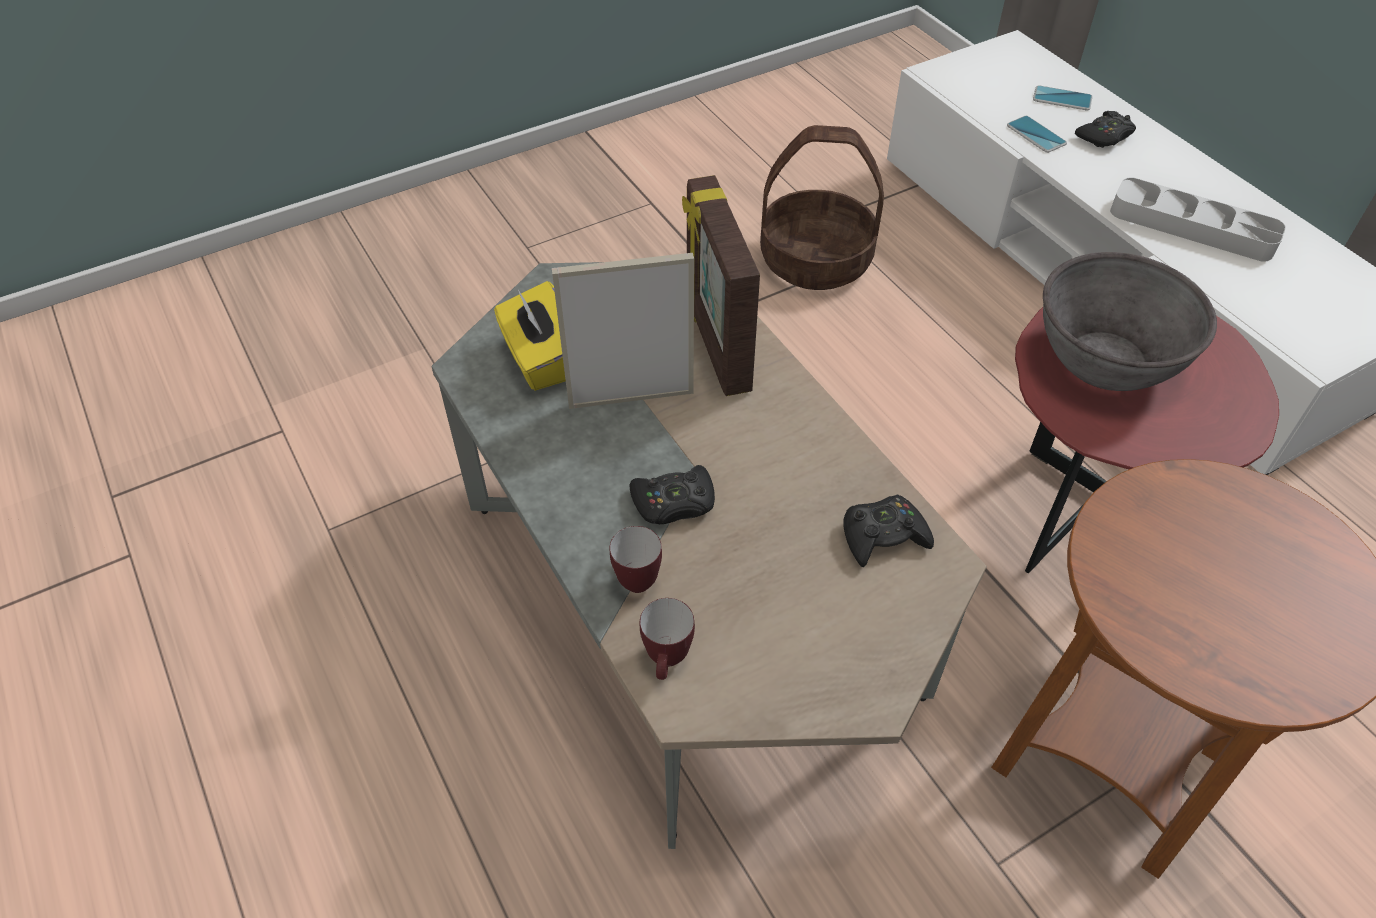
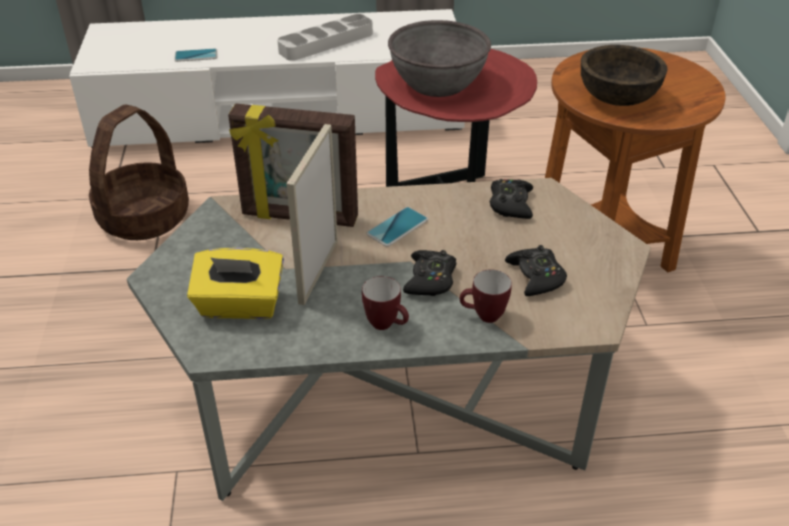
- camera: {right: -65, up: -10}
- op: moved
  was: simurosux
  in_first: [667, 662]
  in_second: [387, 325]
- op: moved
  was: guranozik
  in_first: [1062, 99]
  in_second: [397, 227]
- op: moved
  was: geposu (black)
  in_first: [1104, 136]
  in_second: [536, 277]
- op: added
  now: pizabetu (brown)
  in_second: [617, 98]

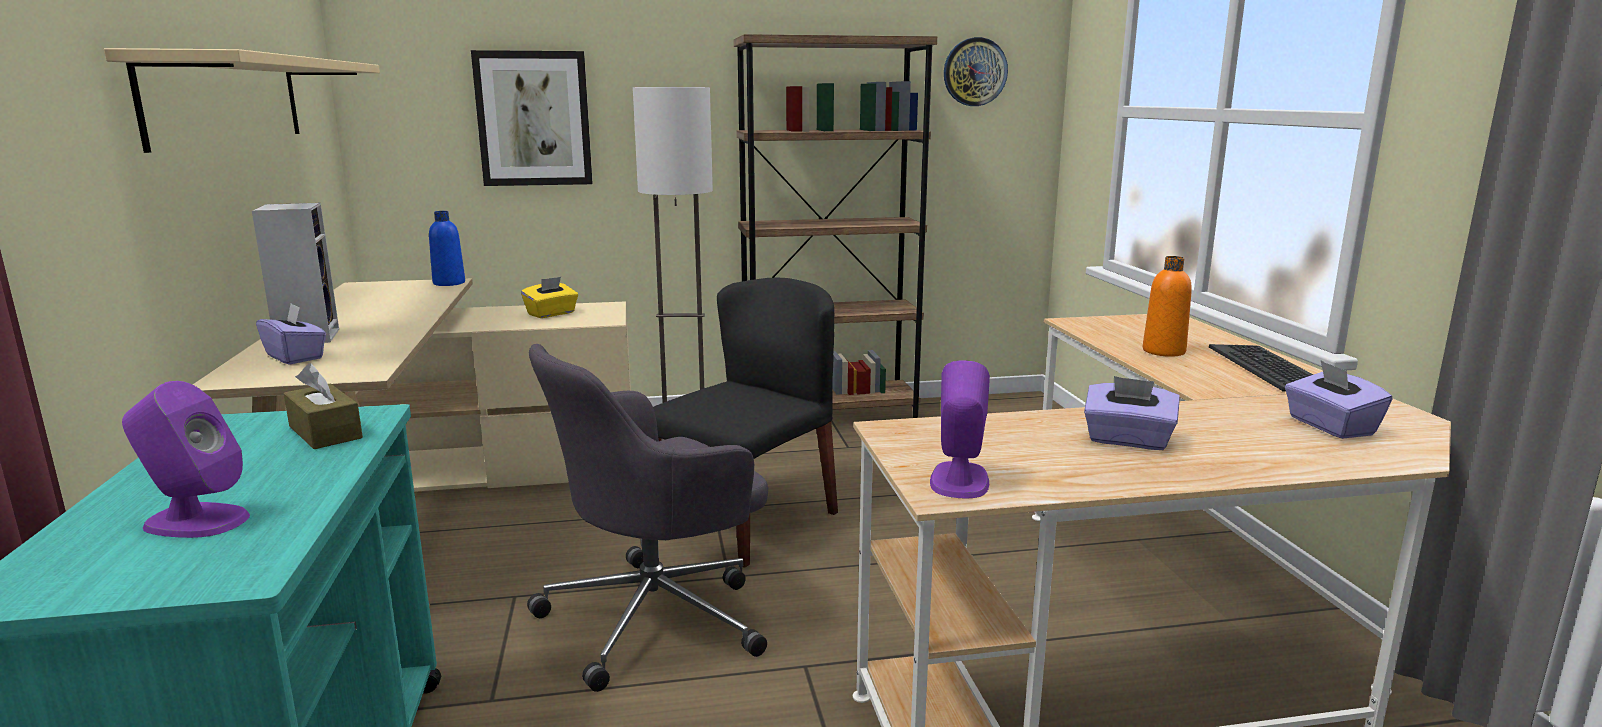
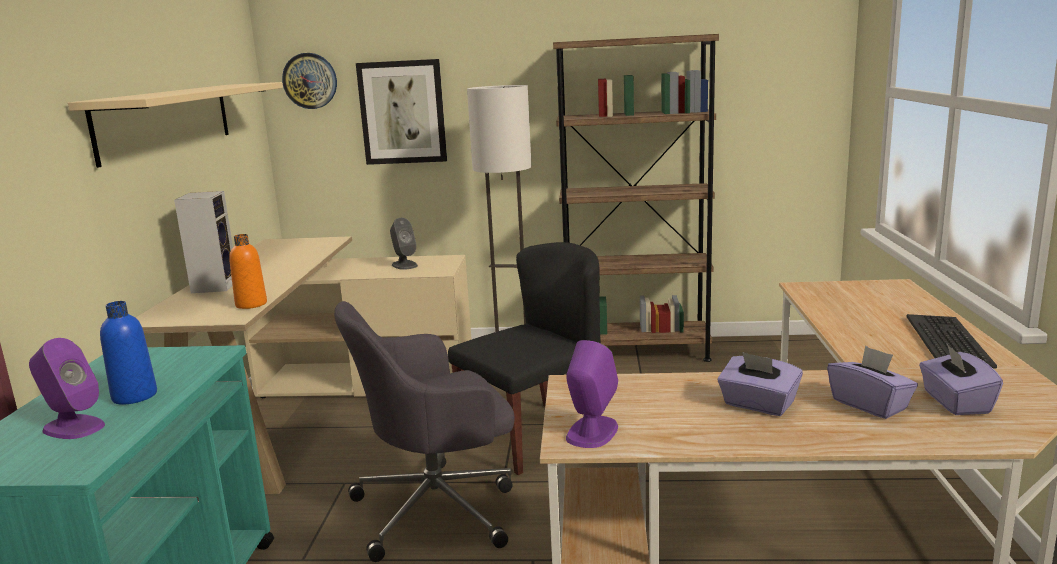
- camera: {right: 15, up: 0}
- op: moved
  was: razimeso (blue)
  in_first: [449, 283]
  in_second: [134, 396]
- op: moved
  was: razimeso (orange)
  in_first: [1163, 351]
  in_second: [251, 304]
- op: moved
  was: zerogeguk
  in_first: [974, 72]
  in_second: [310, 81]
- op: replaced
  was: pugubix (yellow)
  now: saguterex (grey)
  in_first: [551, 314]
  in_second: [404, 265]
- op: moved
  was: pugubix (purple)
  in_first: [296, 357]
  in_second: [869, 405]
- op: removed
  was: pugubix (brown)
  in_first: [325, 432]

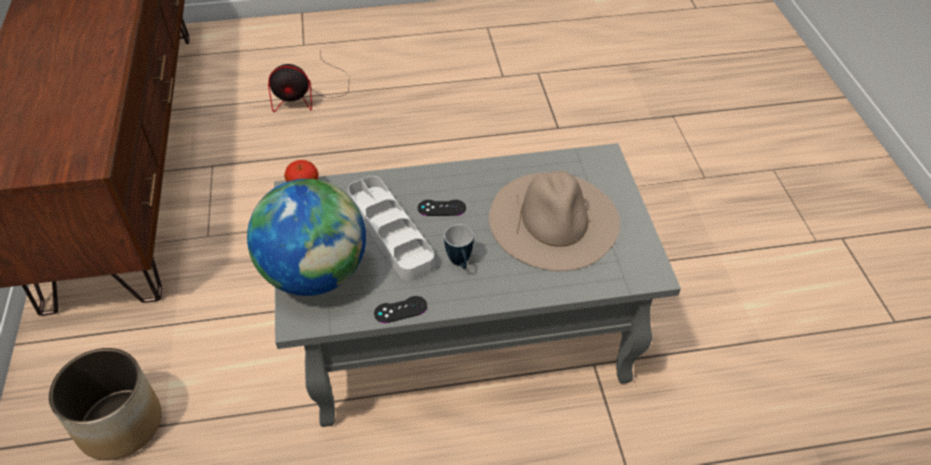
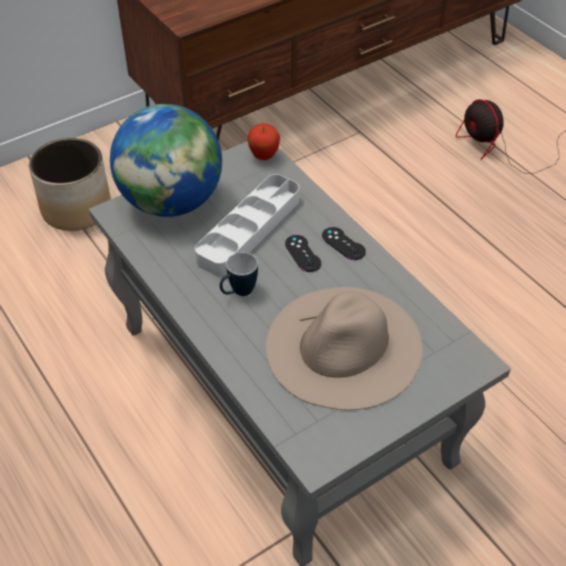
- camera: {right: 65, up: 0}
- op: moved
  was: geposu (black)
  in_first: [400, 310]
  in_second: [343, 244]

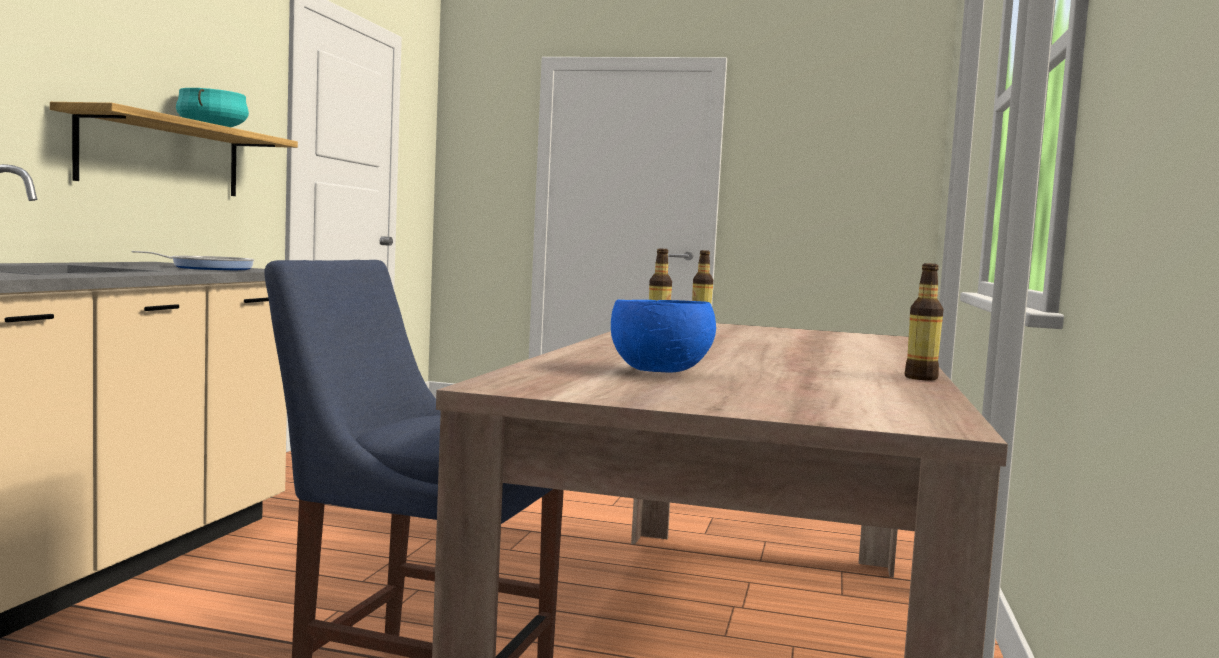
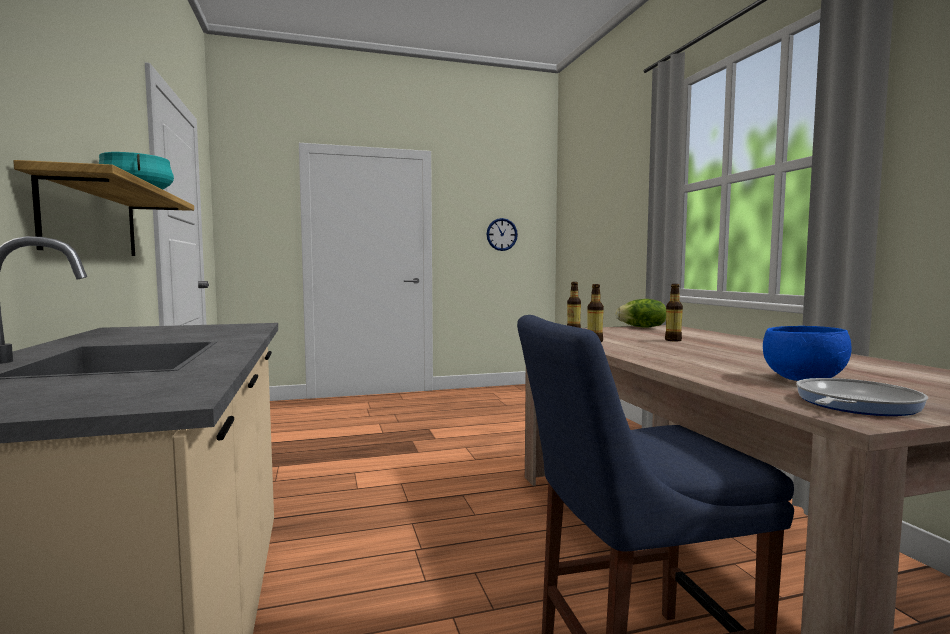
- camera: {right: -30, up: 0}
- op: added
  now: zerogeguk
  in_second: [501, 234]
- op: added
  now: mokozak
  in_second: [642, 327]
- op: moved
  was: razimeso
  in_first: [920, 378]
  in_second: [673, 340]
- op: moved
  was: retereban
  in_first: [207, 268]
  in_second: [853, 404]

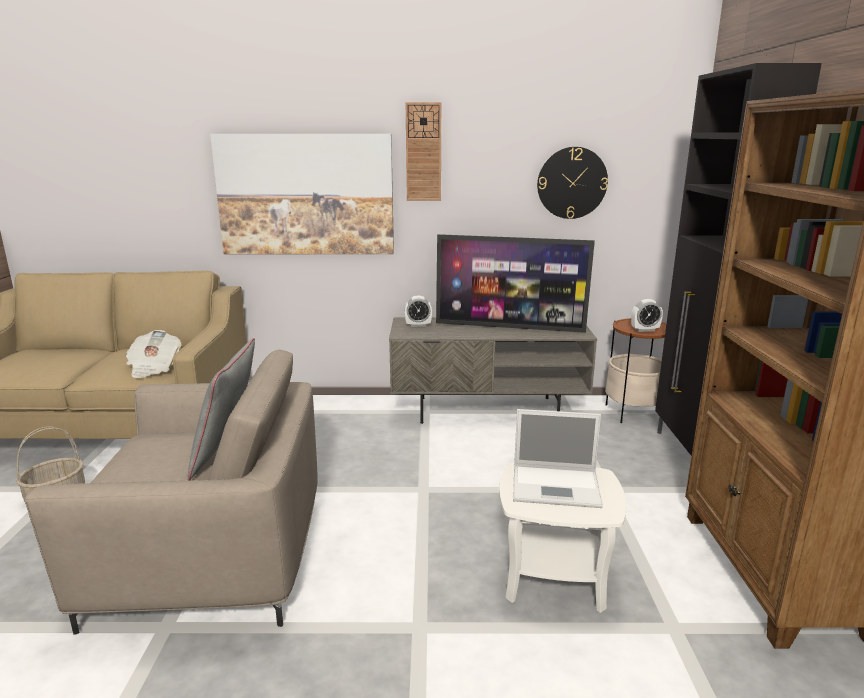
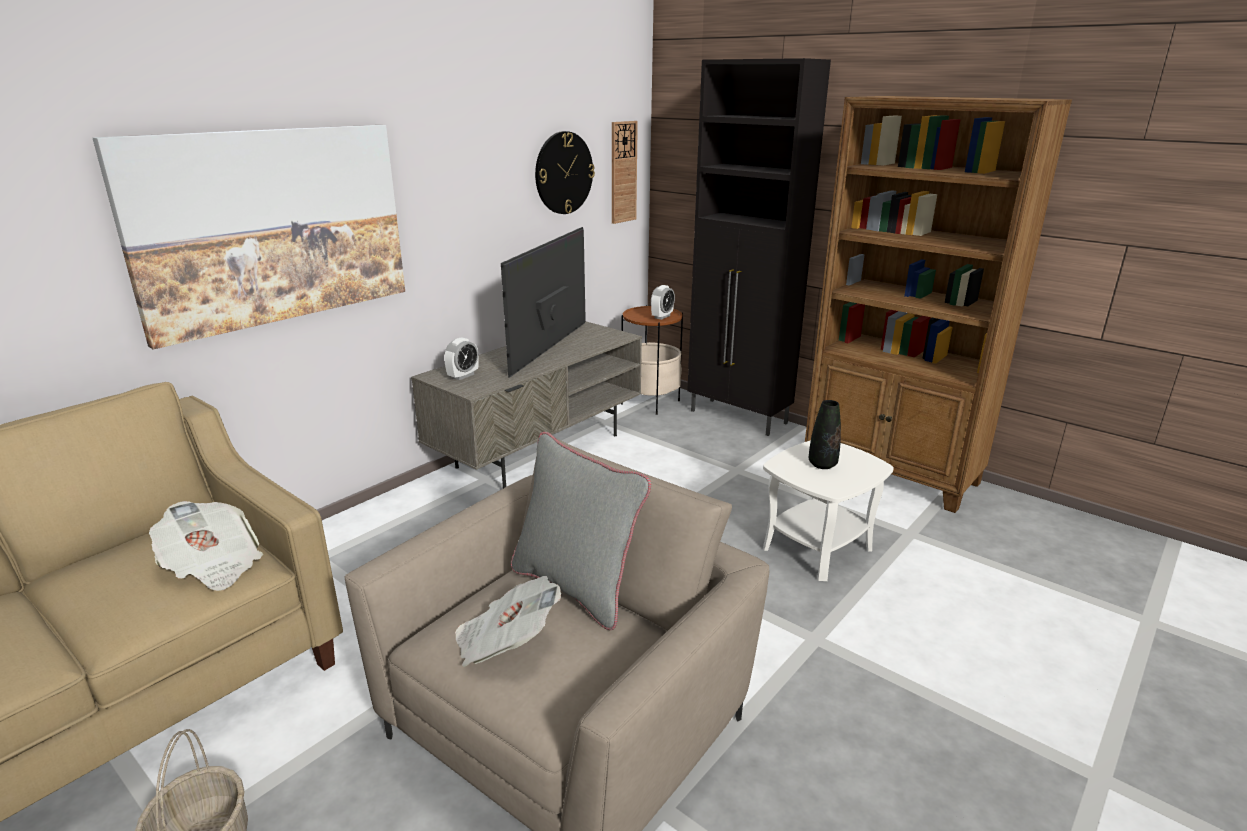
- camera: {right: -50, up: 5}
- op: added
  now: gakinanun
  in_second: [506, 643]
- op: turned
  was: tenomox
  in_first: [510, 327]
  in_second: [553, 348]
  clockwise: 150
- op: moved
  was: zerogeguk
  in_first: [423, 152]
  in_second: [623, 172]
- op: replaced
  was: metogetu
  now: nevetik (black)
  in_first: [557, 486]
  in_second: [822, 464]

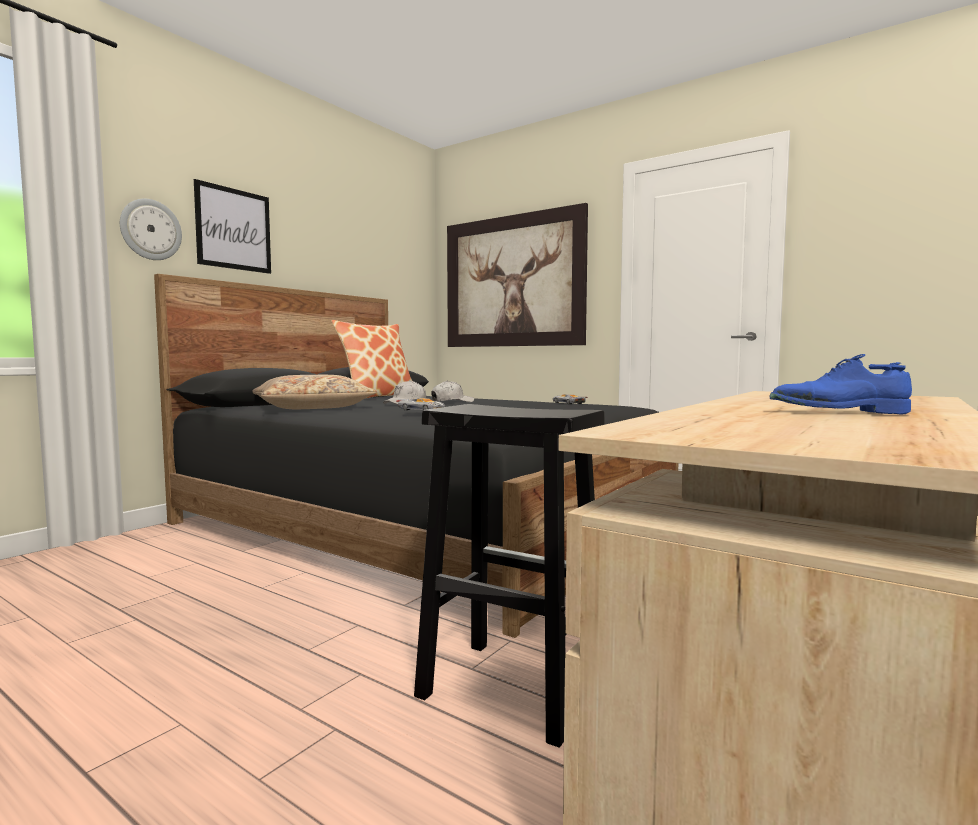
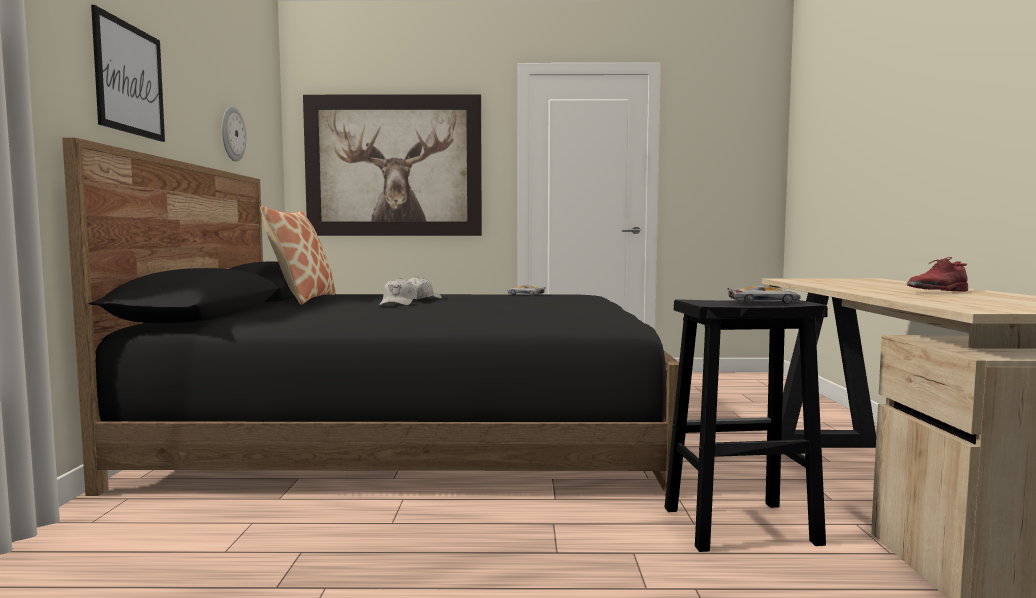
- camera: {right: -35, up: 0}
- op: moved
  was: zerogeguk
  in_first: [150, 230]
  in_second: [232, 134]
- op: moved
  was: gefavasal
  in_first: [422, 410]
  in_second: [763, 302]
- op: recoloured
  was: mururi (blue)
  now: mururi (red)
  in_first: [838, 412]
  in_second: [937, 292]
- op: removed
  was: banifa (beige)
  in_first: [312, 408]

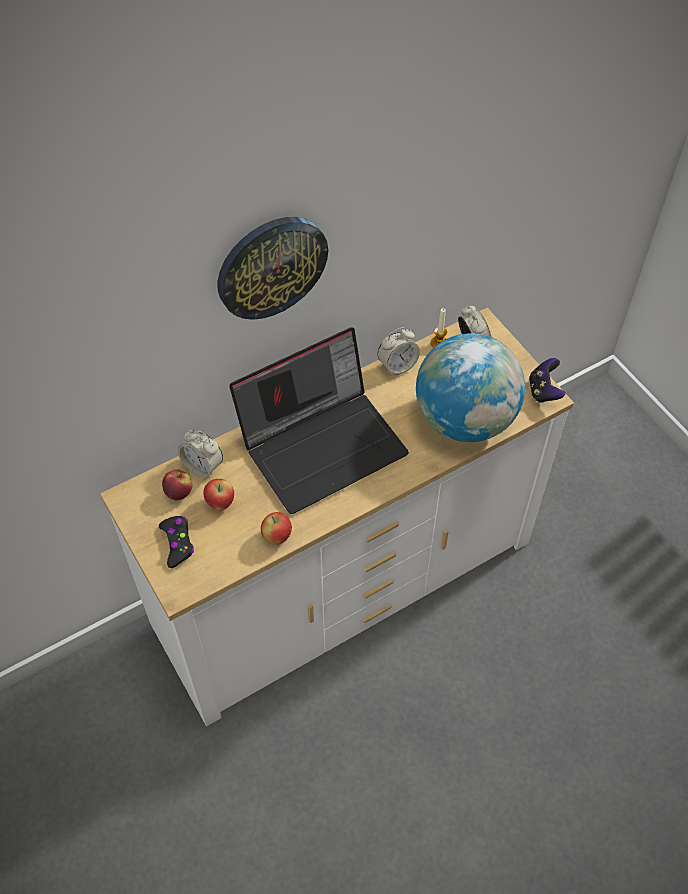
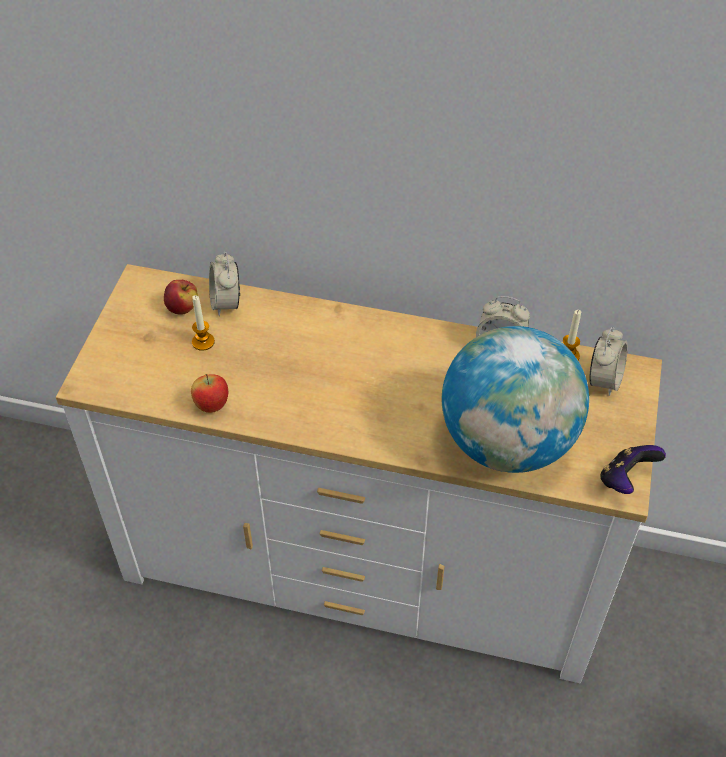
- camera: {right: 45, up: -5}
- op: replaced
  was: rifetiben
  now: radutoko
  in_first: [220, 503]
  in_second: [203, 342]
- op: removed
  was: geposu (black)
  in_first: [177, 543]
- op: removed
  was: zerogeguk
  in_first: [271, 266]
- op: removed
  was: metogetu
  in_first: [323, 444]

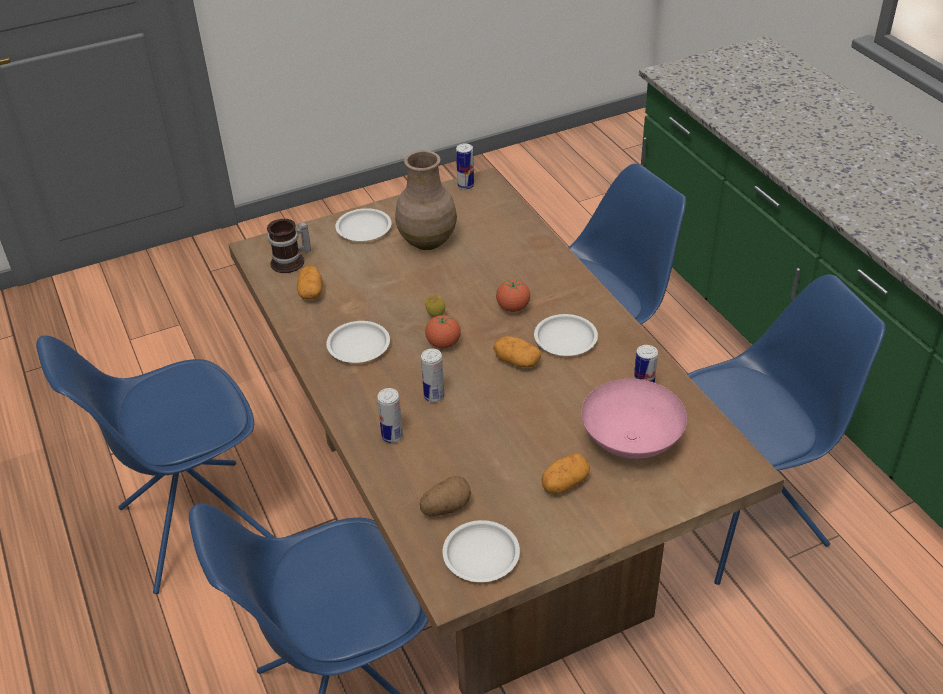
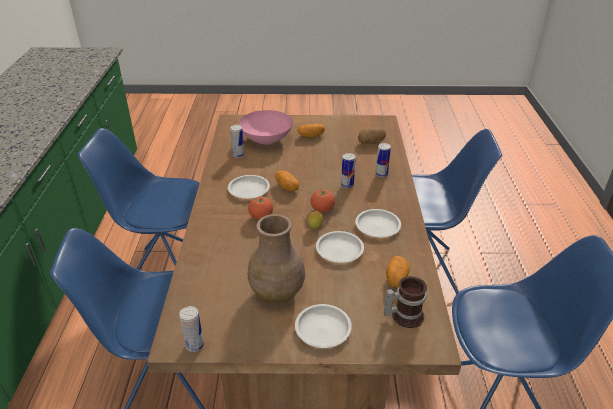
- camera: {right: -155, up: -5}
- op: moved
  was: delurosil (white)
  in_first: [481, 555]
  in_second: [339, 249]

